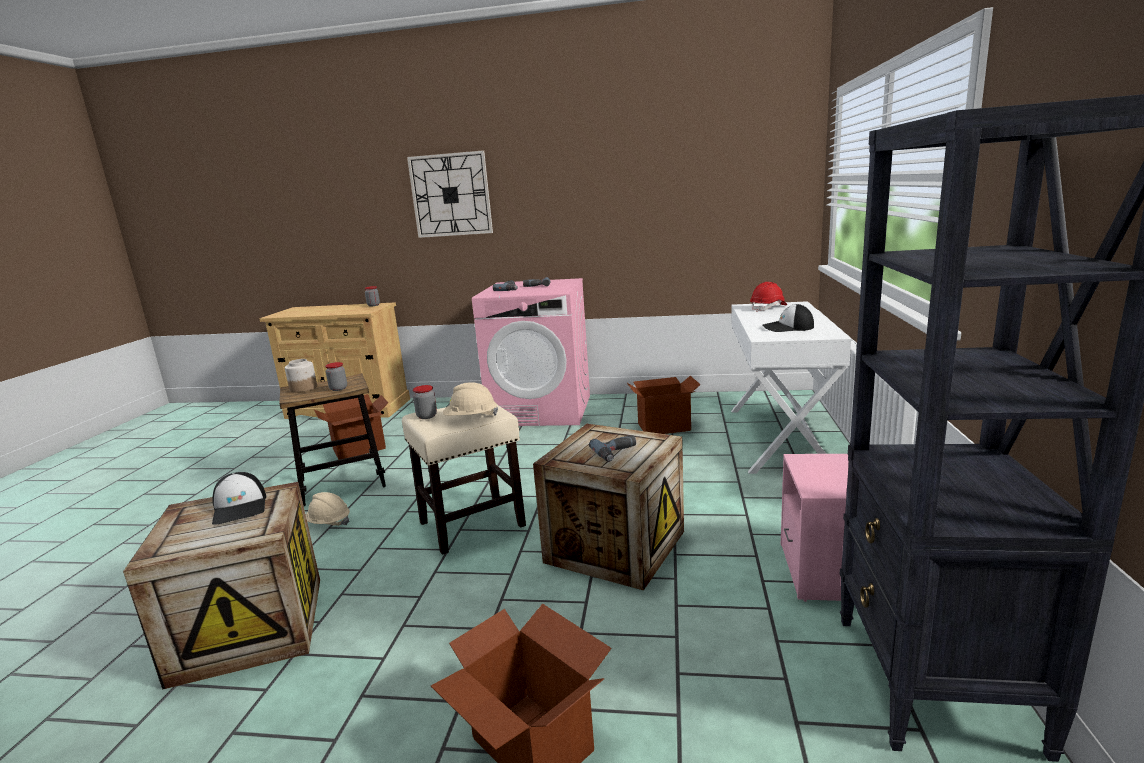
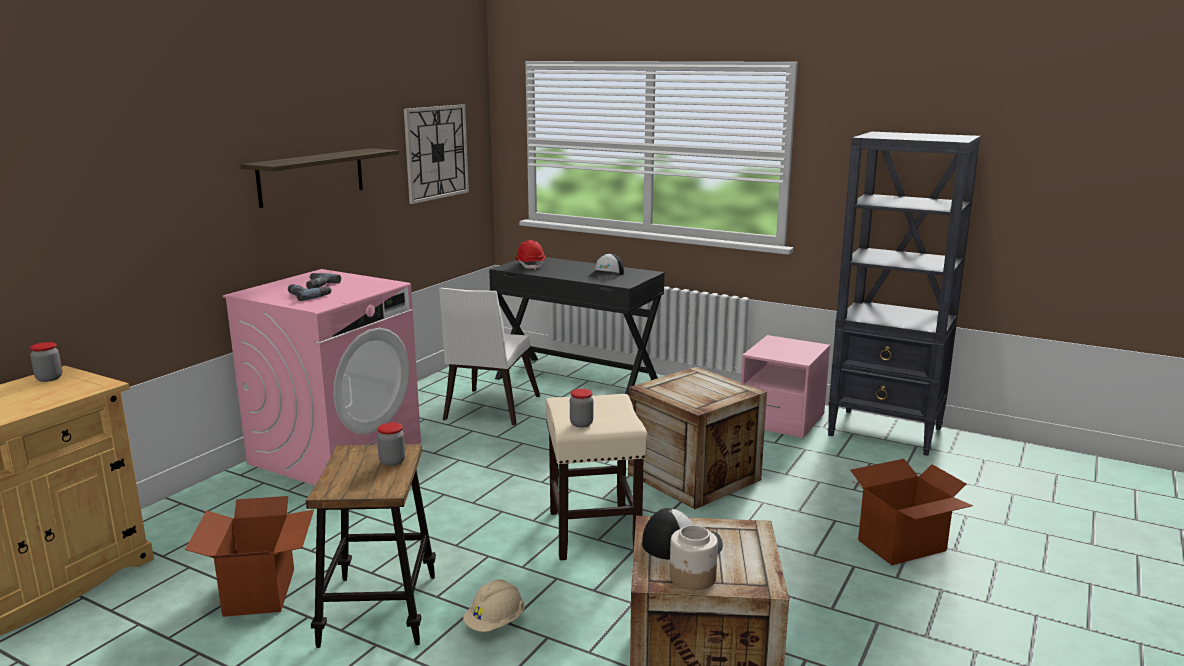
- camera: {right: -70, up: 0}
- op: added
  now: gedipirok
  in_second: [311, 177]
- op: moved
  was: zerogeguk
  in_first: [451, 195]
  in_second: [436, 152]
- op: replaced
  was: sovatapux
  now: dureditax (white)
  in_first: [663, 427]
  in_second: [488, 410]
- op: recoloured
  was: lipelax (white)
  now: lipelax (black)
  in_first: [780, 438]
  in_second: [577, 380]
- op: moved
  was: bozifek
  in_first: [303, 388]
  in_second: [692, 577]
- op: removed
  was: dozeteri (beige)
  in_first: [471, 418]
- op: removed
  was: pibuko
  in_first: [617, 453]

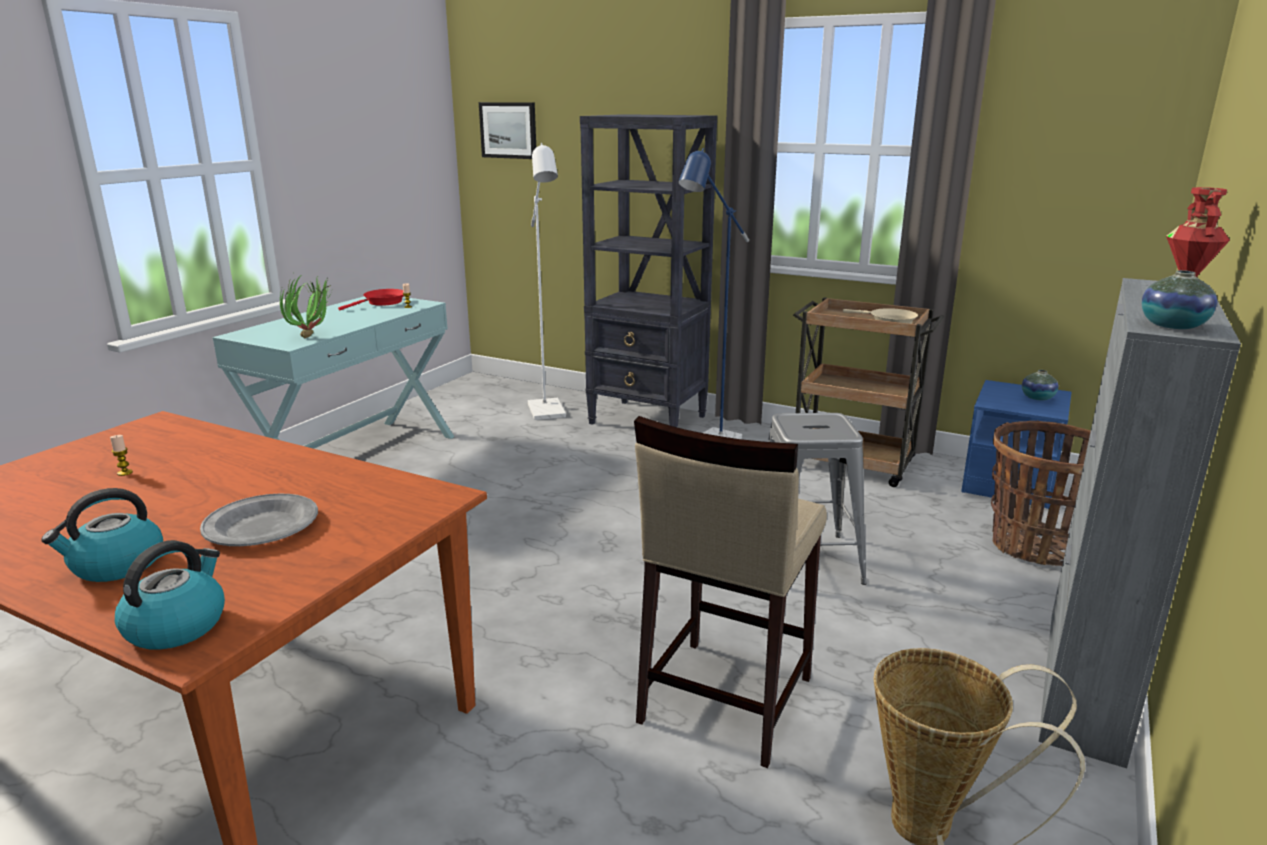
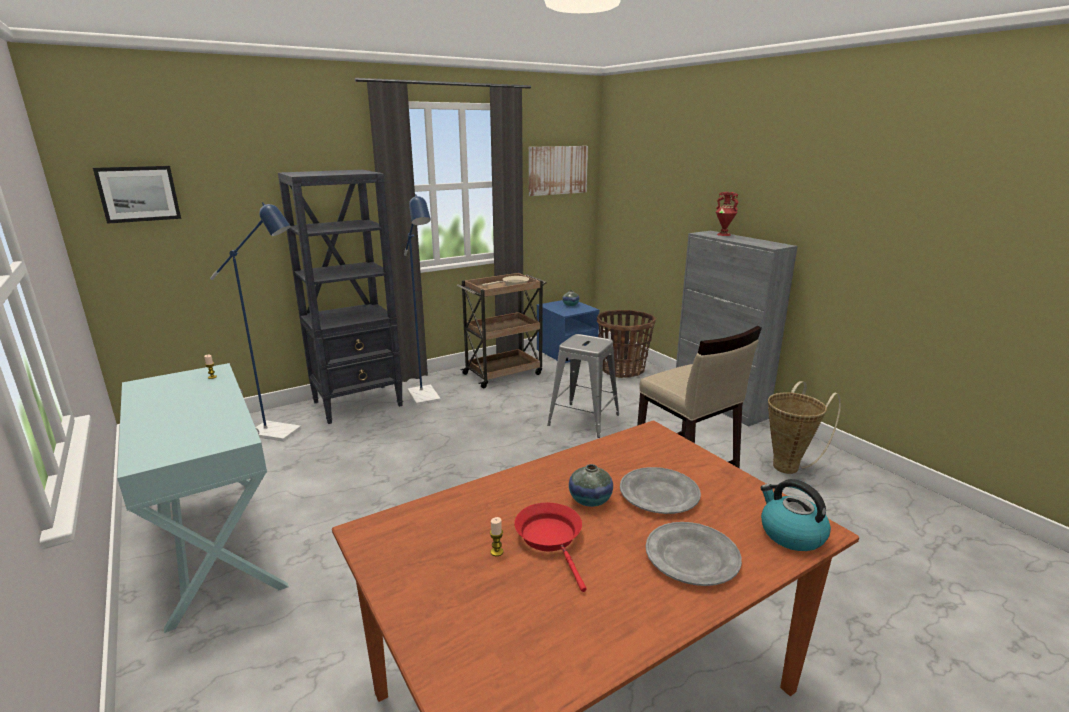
- camera: {right: -60, up: 0}
- op: recoloured
  was: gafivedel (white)
  now: gafivedel (blue)
  in_first: [548, 413]
  in_second: [282, 433]
- op: moved
  was: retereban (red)
  in_first: [382, 303]
  in_second: [551, 539]
- op: added
  now: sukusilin
  in_second: [557, 170]
- op: moved
  was: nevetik
  in_first: [1172, 326]
  in_second: [590, 500]
- op: replaced
  was: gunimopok
  now: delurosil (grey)
  in_first: [116, 565]
  in_second: [692, 557]
- op: removed
  was: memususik
  in_first: [314, 336]

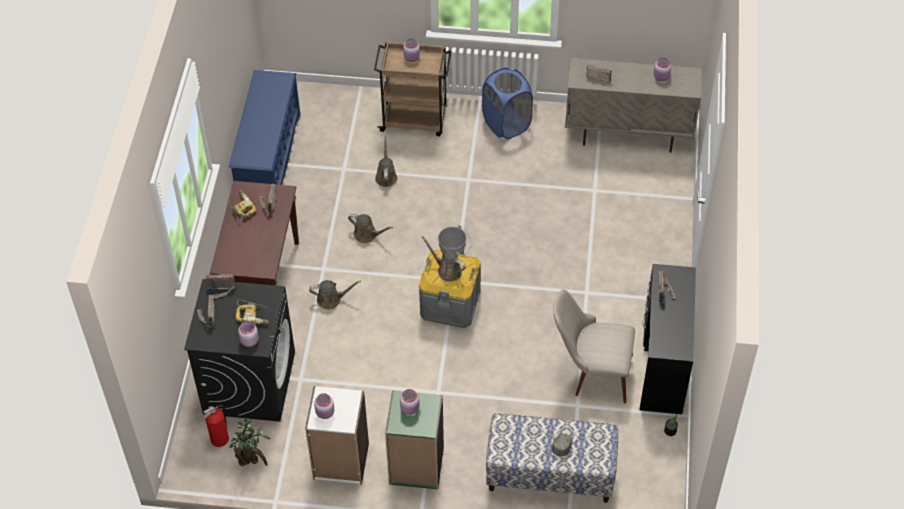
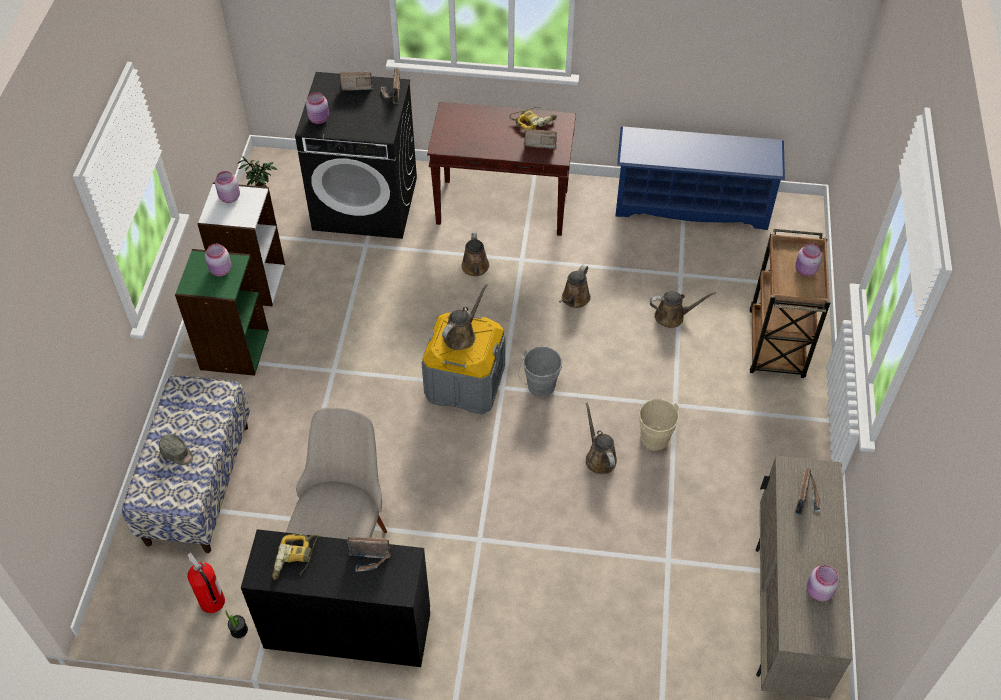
- camera: {right: 90, up: 0}
- op: moved
  was: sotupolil
  in_first: [220, 439]
  in_second: [212, 602]
- op: moved
  was: pibuko
  in_first: [253, 315]
  in_second: [295, 559]
- op: added
  now: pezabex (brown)
  in_second: [599, 457]
- op: added
  now: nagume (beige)
  in_second: [652, 436]
- op: removed
  was: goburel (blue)
  in_first: [506, 124]

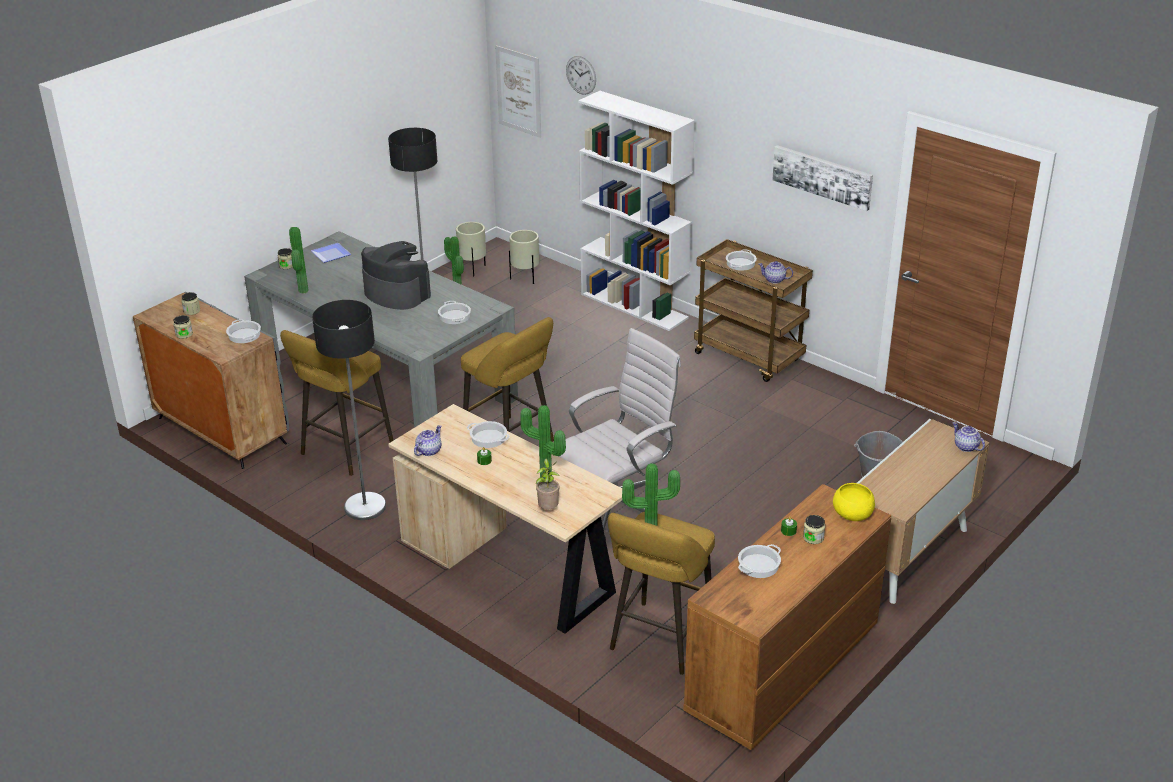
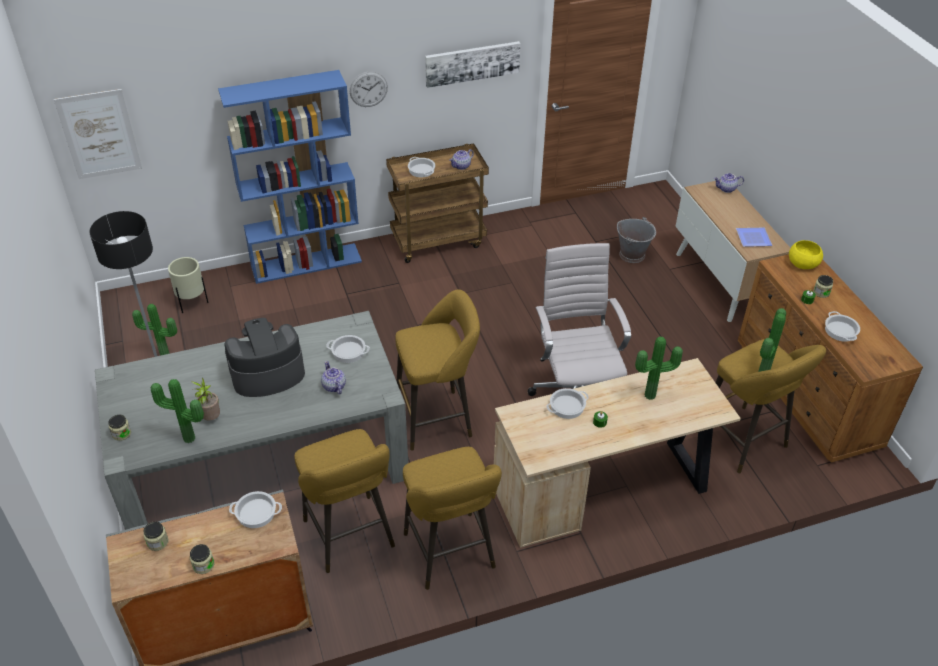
- camera: {right: -60, up: 10}
- op: moved
  was: memususik
  in_first: [548, 509]
  in_second: [210, 418]
- op: recoloured
  was: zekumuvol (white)
  now: zekumuvol (blue)
  in_first: [635, 306]
  in_second: [307, 263]
- op: moved
  was: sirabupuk
  in_first: [428, 451]
  in_second: [334, 386]
- op: moved
  was: zerogeguk
  in_first: [581, 75]
  in_second: [368, 89]
- op: replaced
  was: gafivedel
  now: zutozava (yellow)
  in_first: [364, 507]
  in_second: [451, 555]
- op: moved
  was: delurosil
  in_first: [330, 255]
  in_second: [754, 239]
- op: removed
  was: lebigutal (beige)
  in_first: [473, 270]

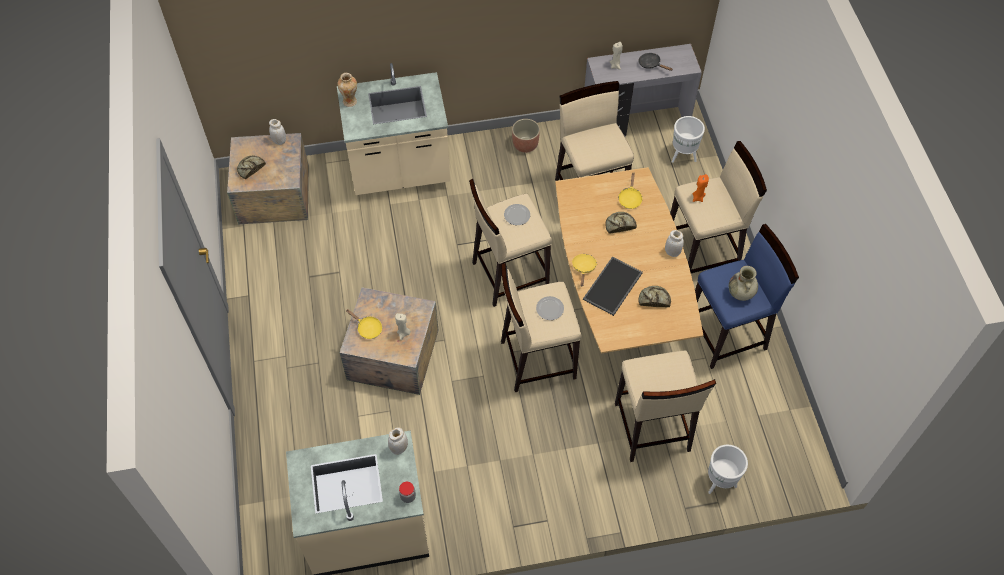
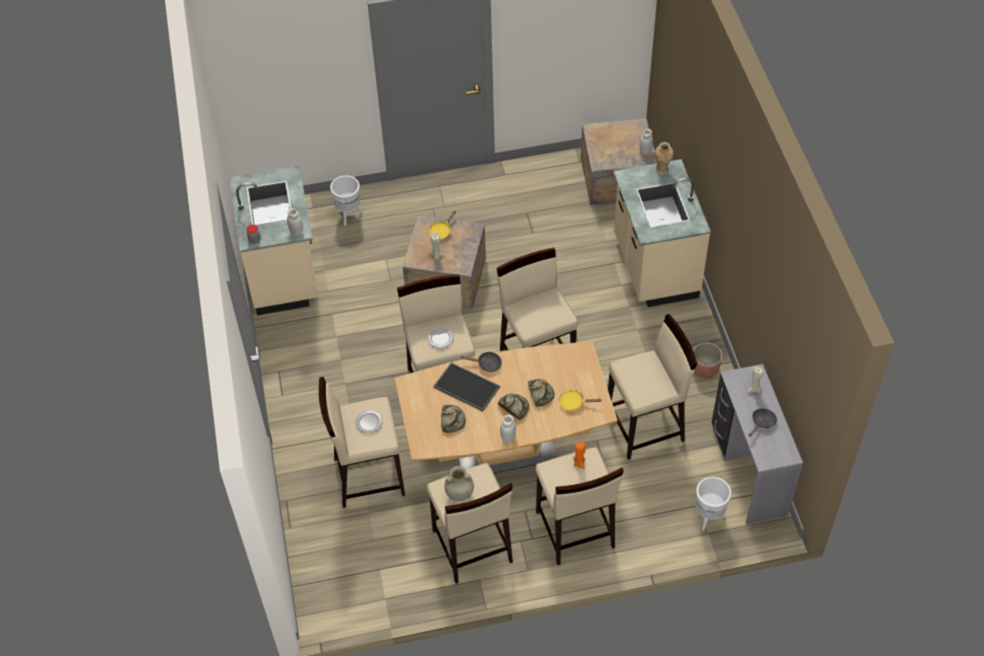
- camera: {right: 90, up: -5}
- op: moved
  was: lebigutal (white)
  in_first: [720, 483]
  in_second: [348, 215]
- op: moved
  was: delurosil
  in_first: [517, 215]
  in_second: [369, 423]
- op: recoloured
  was: zutozava (blue)
  now: zutozava (beige)
  in_first: [727, 335]
  in_second: [472, 547]
- op: recoloured
  was: retereban (yellow)
  now: retereban (black)
  in_first: [583, 268]
  in_second: [486, 364]
- op: moved
  was: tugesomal
  in_first: [250, 168]
  in_second: [514, 407]

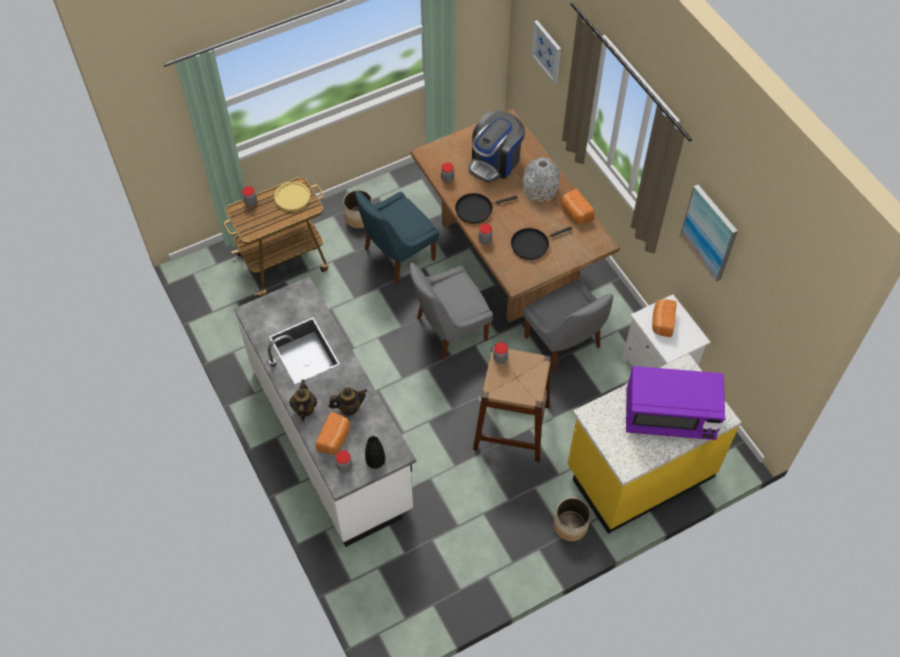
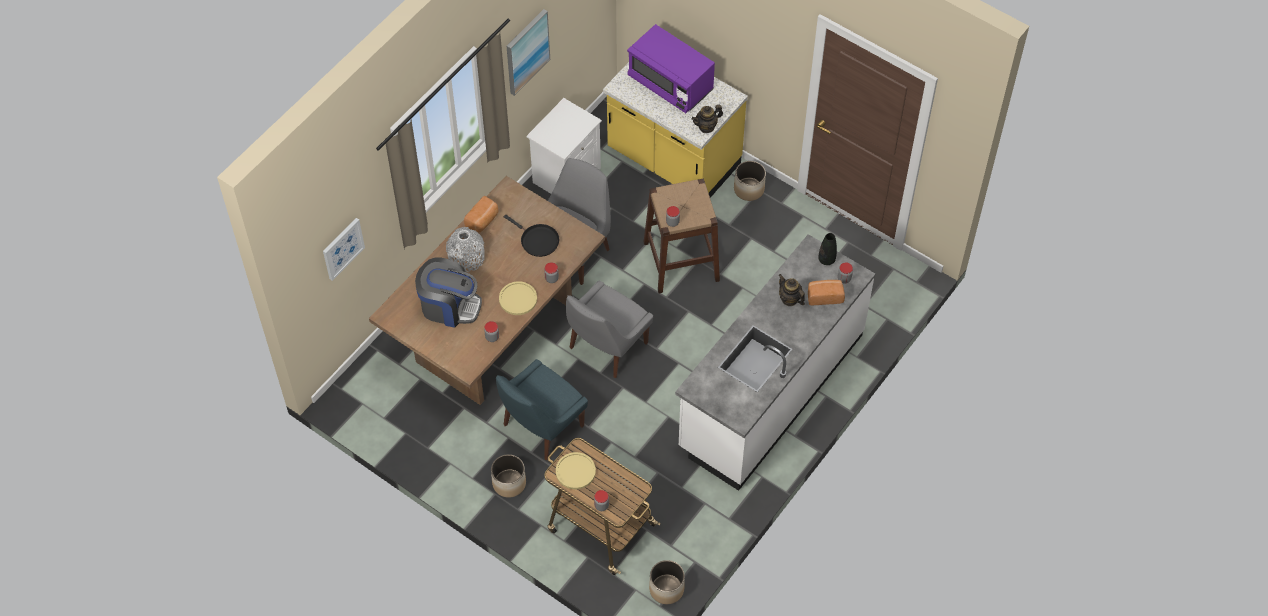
- camera: {right: -115, up: 0}
- op: turned
  was: dureditax (blue)
  in_first: [397, 255]
  in_second: [541, 427]
  clockwise: 105
- op: replaced
  was: retereban (black)
  now: delurosil (yellow)
  in_first: [476, 209]
  in_second: [518, 299]
- op: turned
  was: dureditax (grey)
  in_first: [448, 330]
  in_second: [606, 347]
  clockwise: 90
- op: turned
  was: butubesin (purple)
  in_first: [669, 416]
  in_second: [670, 84]
  clockwise: 150
- op: added
  now: lebigutal
  in_second: [666, 589]
- op: moved
  was: sirabupuk
  in_first: [304, 409]
  in_second: [706, 127]
- op: removed
  was: tugesomal
  in_first: [662, 322]

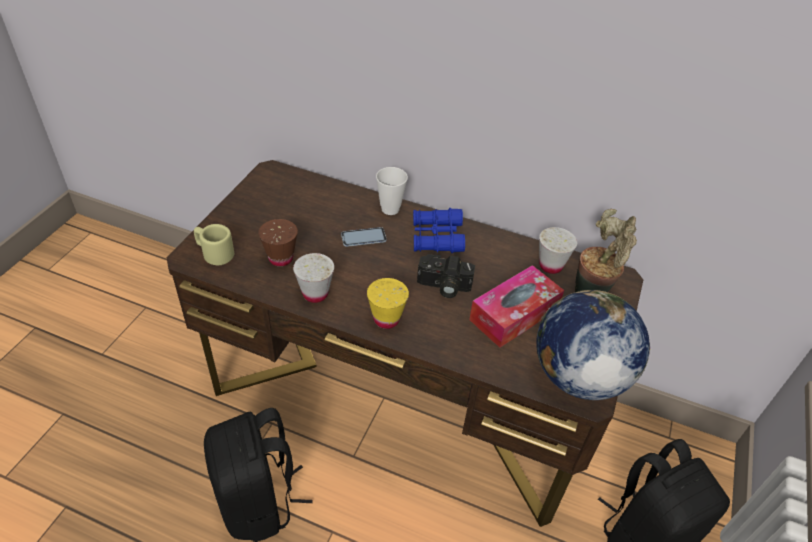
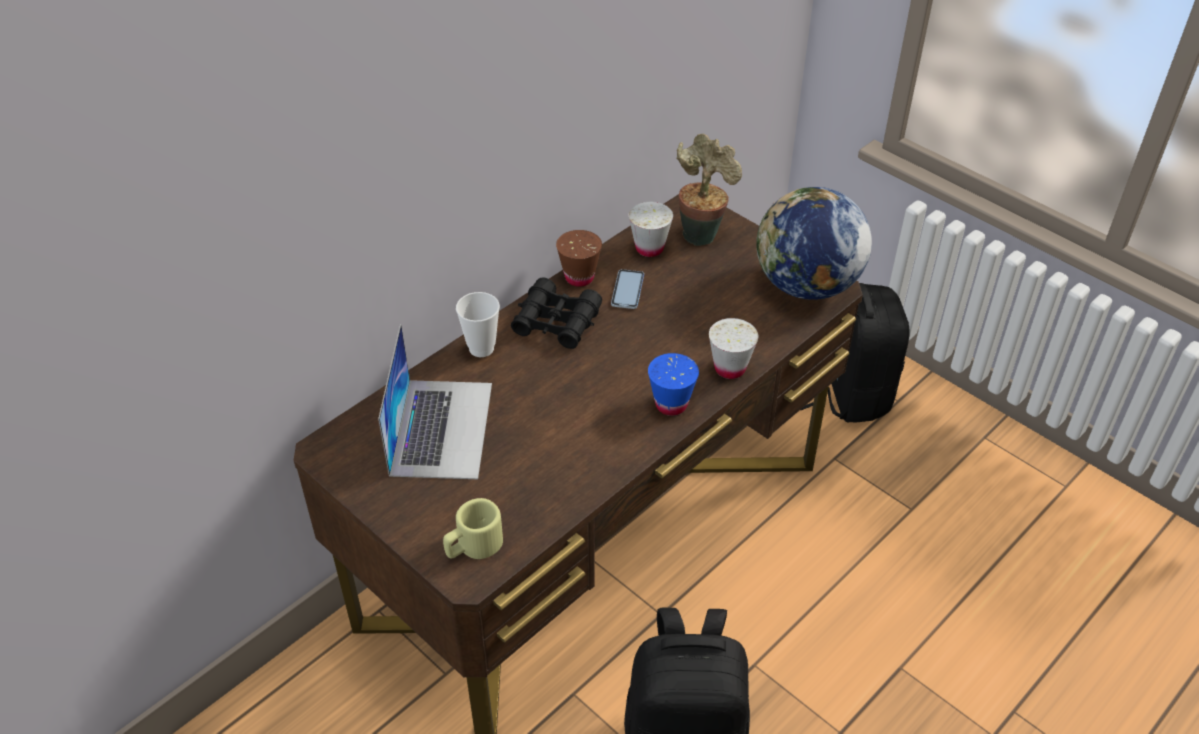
- camera: {right: -65, up: 0}
- op: added
  now: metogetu
  in_second: [441, 428]
- op: recoloured
  was: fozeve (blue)
  now: fozeve (black)
  in_first: [437, 237]
  in_second: [556, 322]
- op: moved
  was: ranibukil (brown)
  in_first: [281, 258]
  in_second: [579, 277]
- op: moved
  was: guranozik
  in_first: [363, 238]
  in_second: [627, 290]
- op: recoloured
  was: ranibukil (yellow)
  now: ranibukil (blue)
  in_first: [386, 319]
  in_second: [671, 404]
- op: moved
  was: ranibukil (white)
  in_first: [315, 294]
  in_second: [730, 368]
- op: removed
  was: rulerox
  in_first: [443, 286]
- op: removed
  was: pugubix
  in_first: [514, 314]

